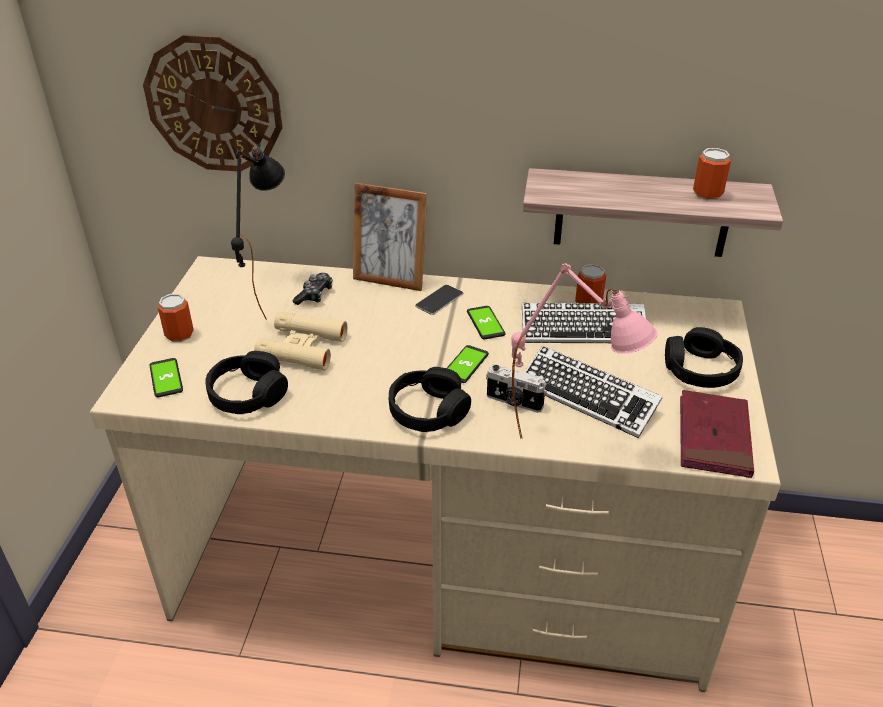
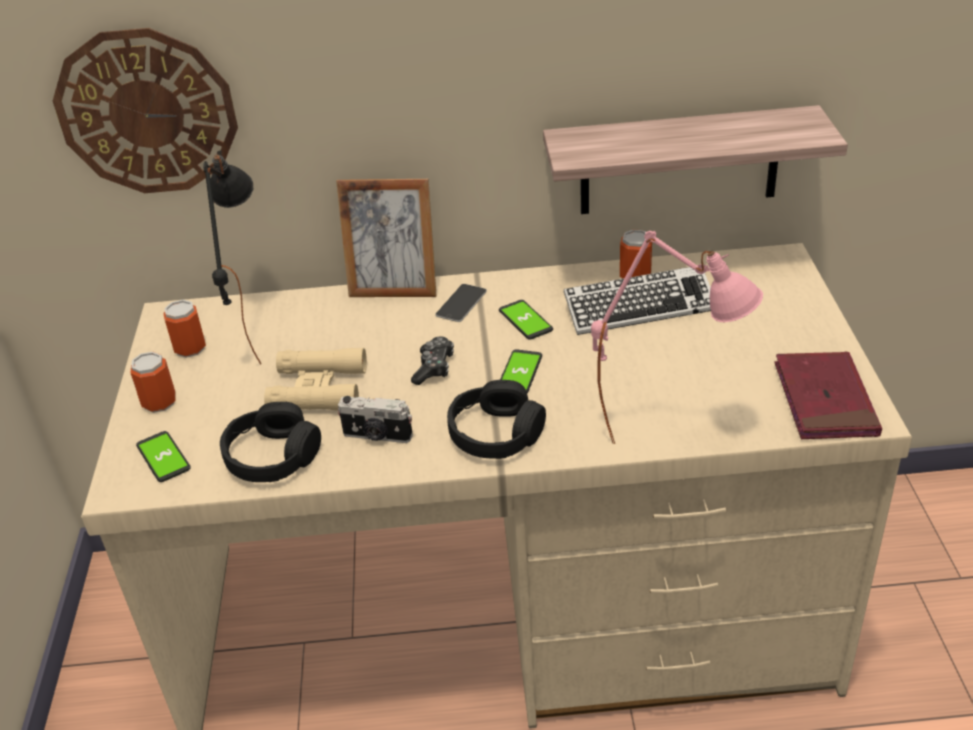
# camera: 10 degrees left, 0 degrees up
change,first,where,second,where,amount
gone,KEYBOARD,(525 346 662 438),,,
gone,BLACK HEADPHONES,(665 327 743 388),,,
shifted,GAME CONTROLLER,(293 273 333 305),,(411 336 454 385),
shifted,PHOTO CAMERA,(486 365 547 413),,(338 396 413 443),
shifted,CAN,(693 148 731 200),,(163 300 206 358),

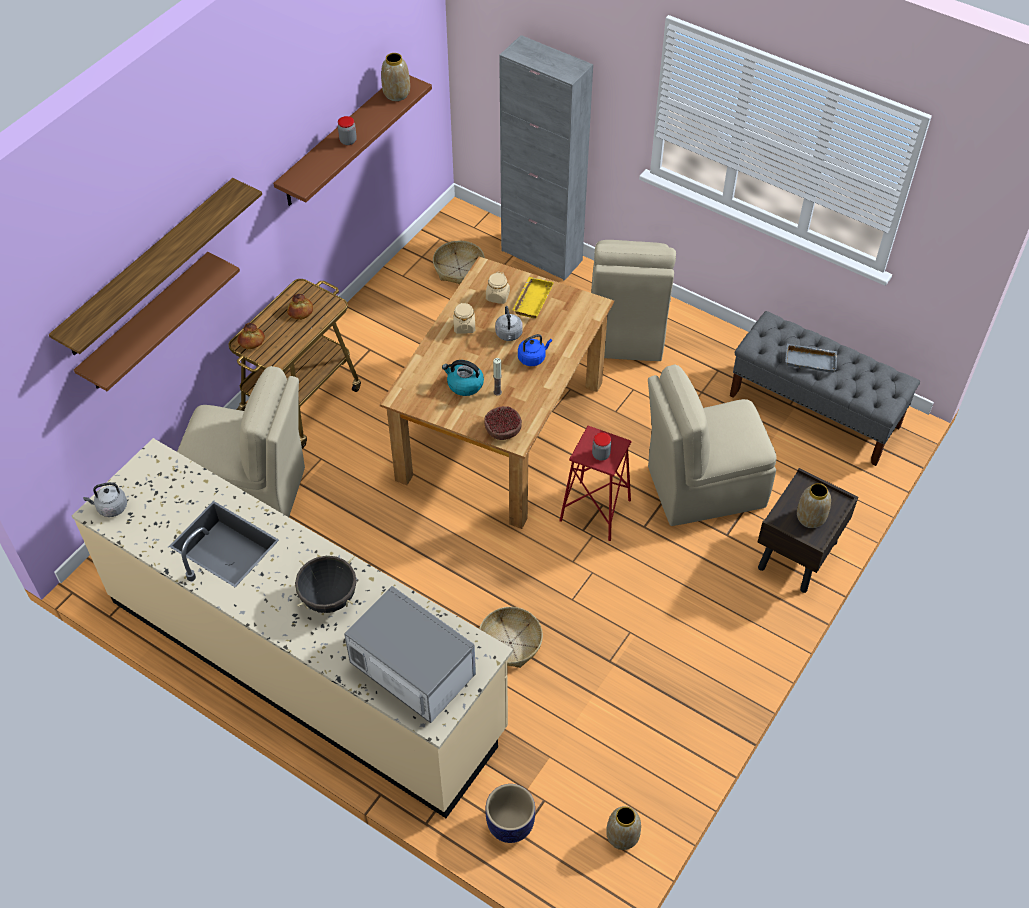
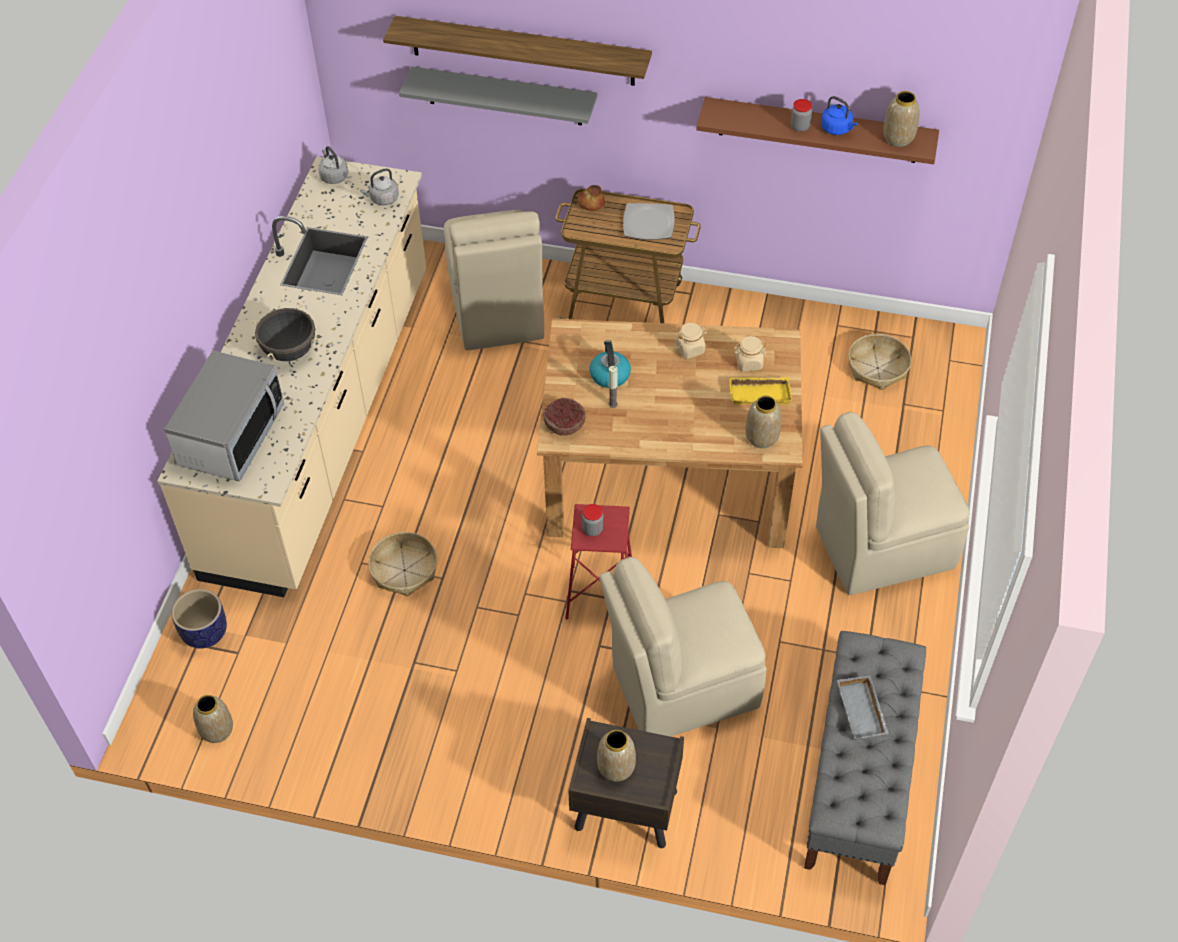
# camera: 70 degrees right, 0 degrees up
change,first,where,second,where,amount
gone,GREY CABINET,(499 35 593 281),,,
new,,,VASE,(745 395 782 448),
shifted,GREY KETTLE,(495 306 523 341),,(360 168 399 205),
shifted,BLUE KETTLE,(518 334 552 366),,(821 96 858 135),
swapped,BREAD,(287 294 313 320),PLATE,(623 203 675 240),
repainted,BROWN SHELF,(74 252 240 391),GREY SHELF,(399 66 598 126),
rotated,BEIGE CHAIR,(648 365 777 526),,(599 557 767 737),75 degrees counterclockwise

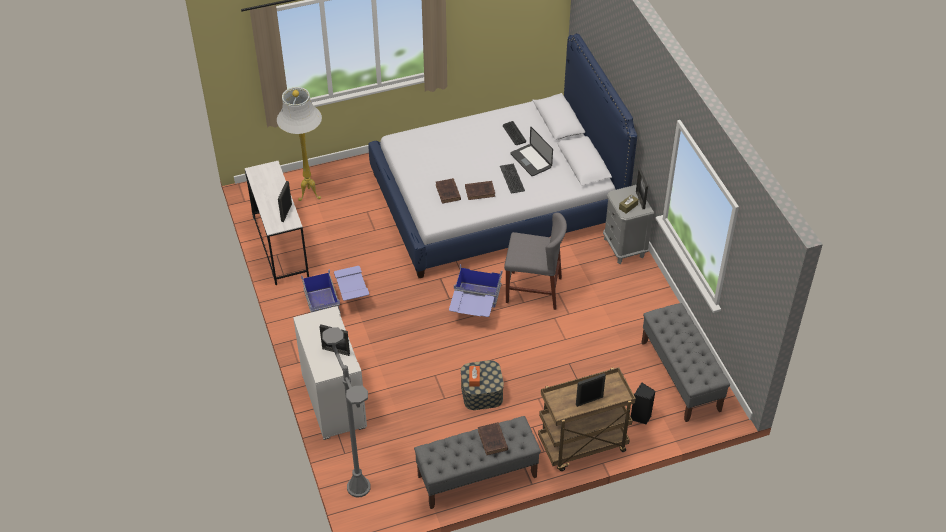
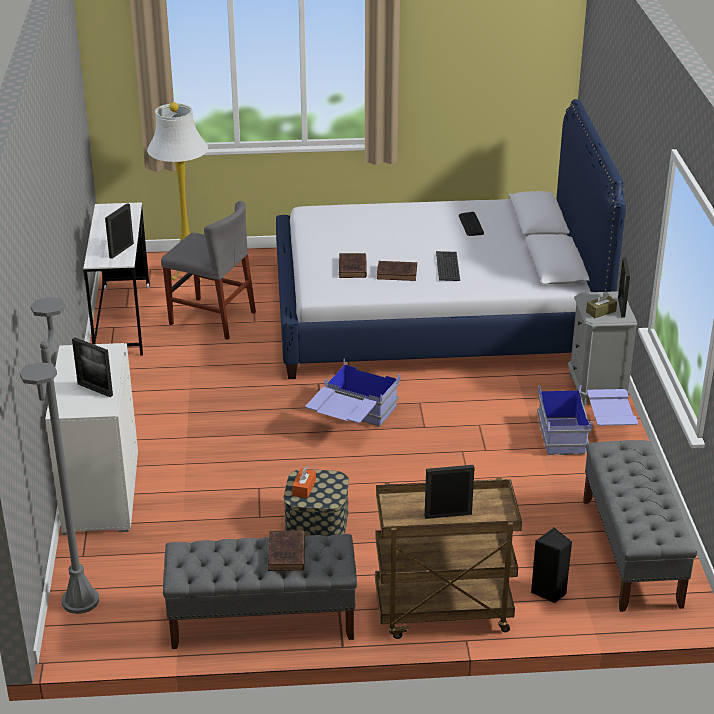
# camera: 15 degrees right, 15 degrees down
change,first,where,second,where,amount
gone,LAPTOP,(510 126 553 176),,,
shifted,BLUE STORAGE BOX,(301 266 369 313),,(537 385 638 455),
shifted,GREY CHAIR,(504 213 567 310),,(161 201 256 340),

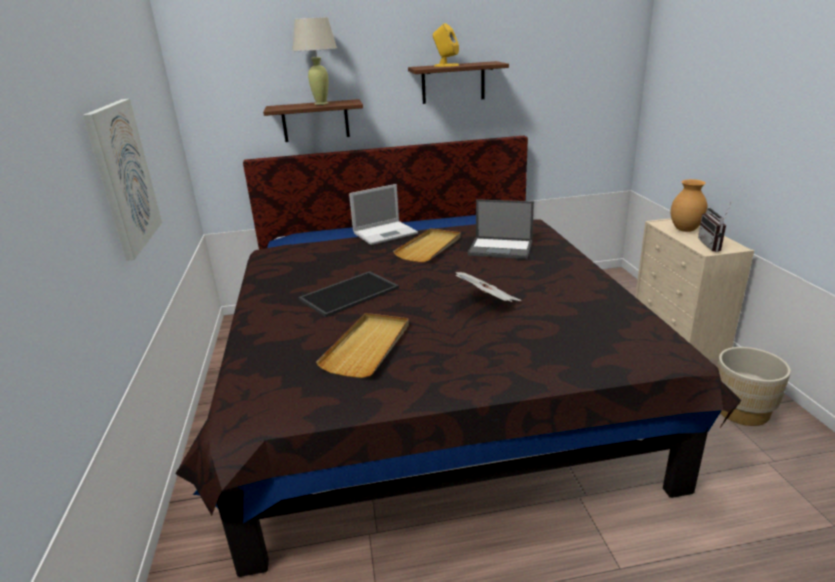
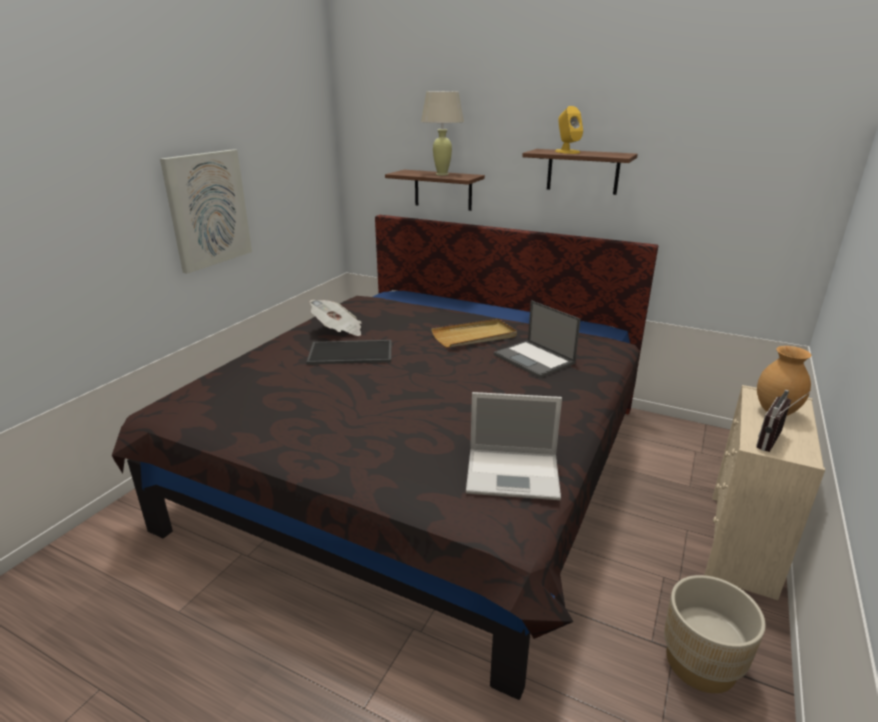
# camera: 35 degrees right, 0 degrees up
change,first,where,second,where,amount
gone,BEIGE TRAY,(316 313 409 378),,,
shifted,LAPTOP,(349 184 418 245),,(466 392 562 500),
shifted,NEWSPAPER,(455 272 522 302),,(310 300 362 336),

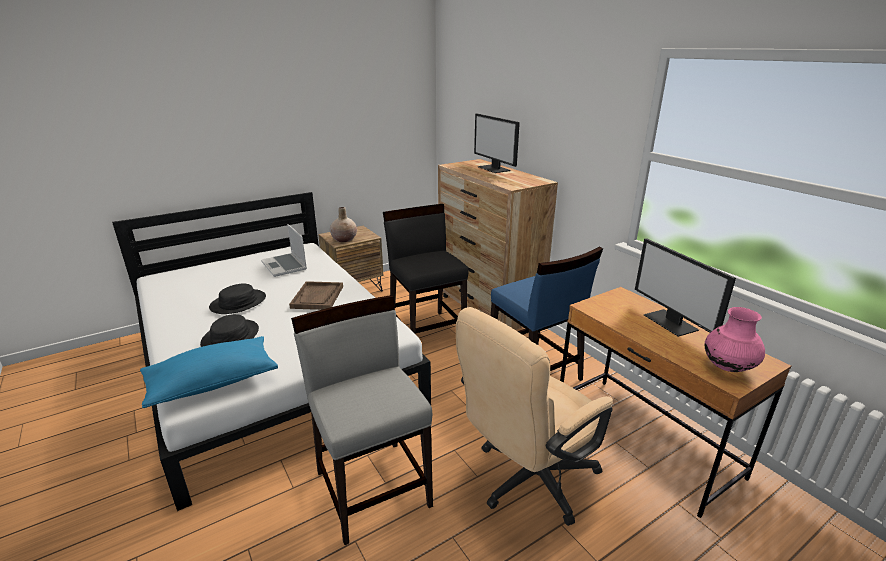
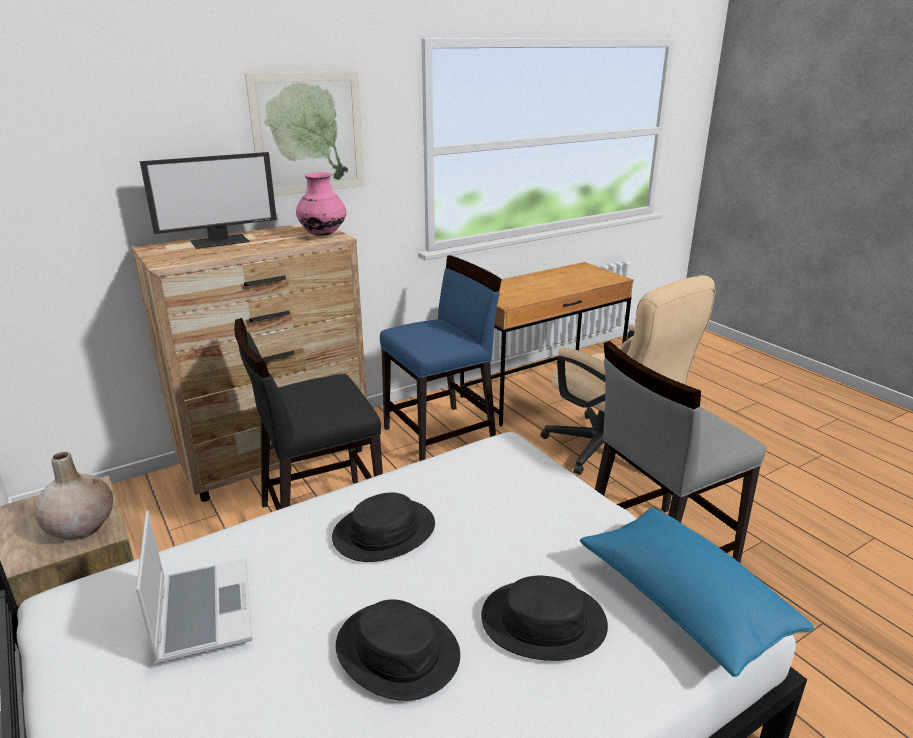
# camera: 90 degrees left, 0 degrees up
change,first,where,second,where,amount
gone,MONITOR,(635 238 736 337),,,
new,,,PICTURE,(245 71 365 196),
shifted,PINK VASE,(704 307 765 372),,(296 172 346 236),
swapped,BROWN TRAY,(289 281 343 310),BLACK HAT,(332 493 435 562),
rotated,LAPTOP,(261 224 307 277),,(136 511 252 664),75 degrees counterclockwise

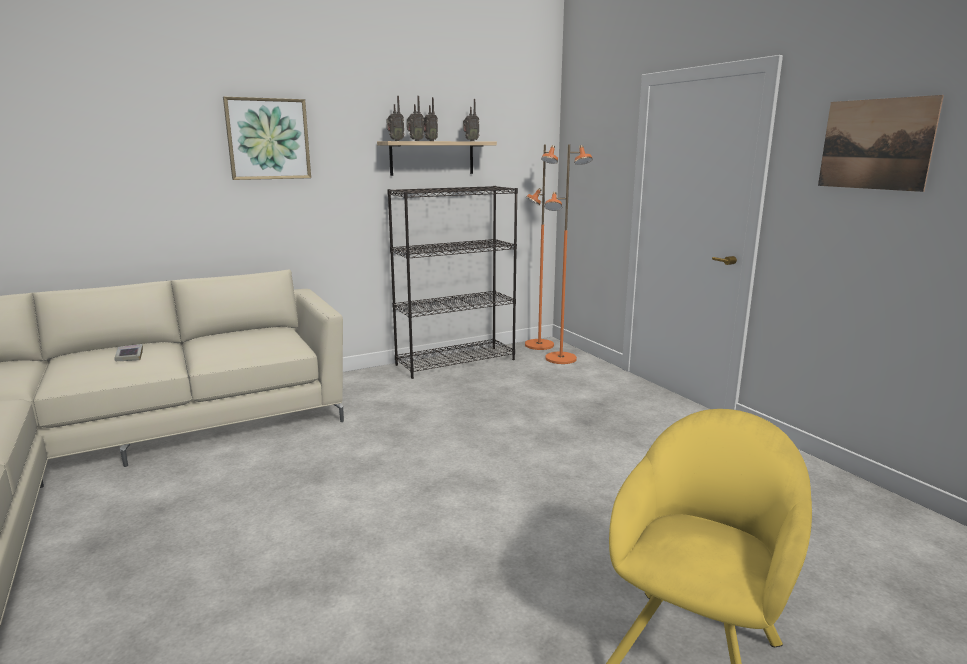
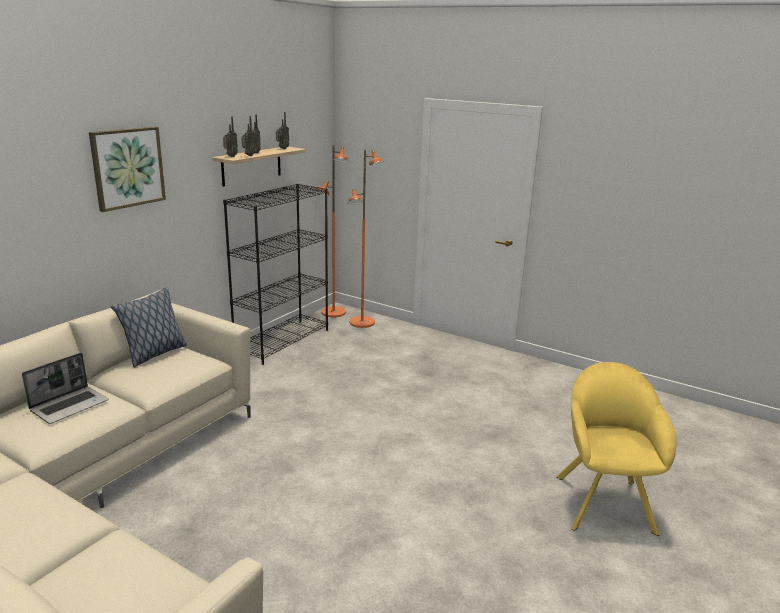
# camera: 30 degrees left, 5 degrees up
change,first,where,second,where,amount
gone,PICTURE,(818 95 944 192),,,
new,,,PILLOW,(111 287 187 368),
swapped,BOOK,(114 344 143 361),LAPTOP,(22 353 109 424),

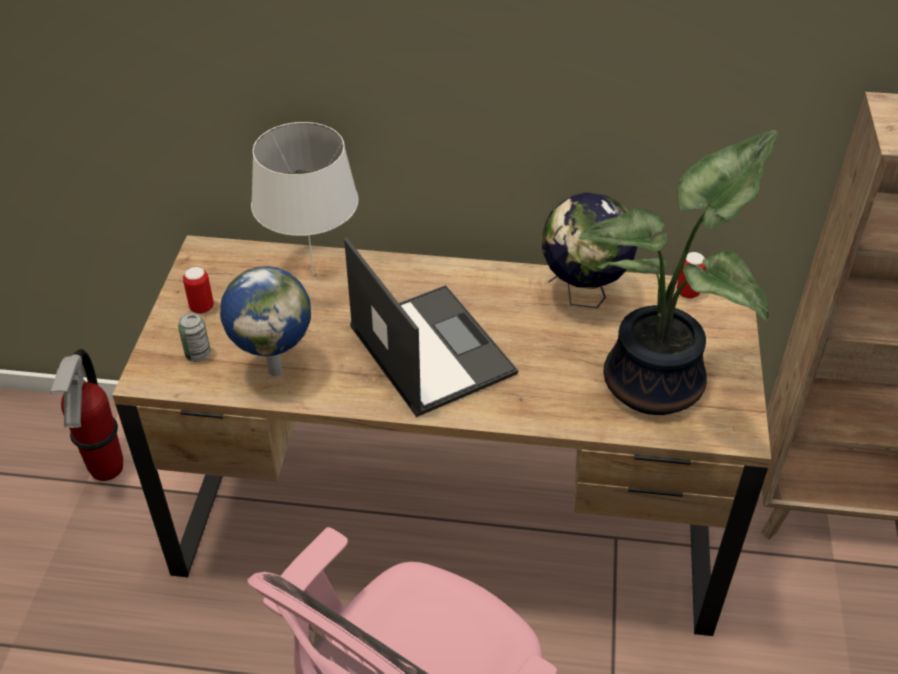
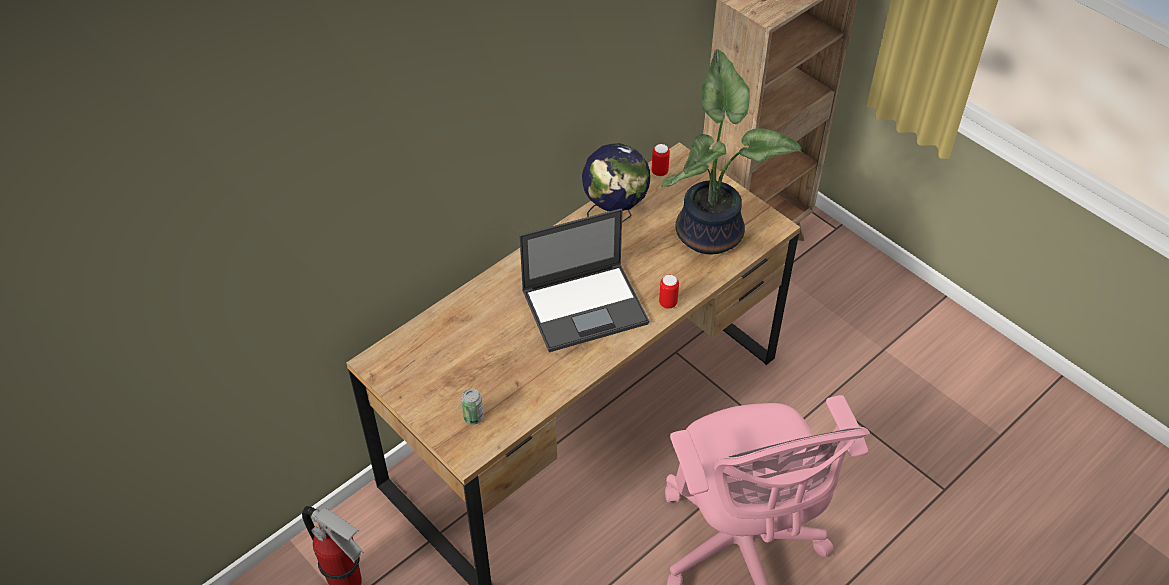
# camera: 50 degrees left, 5 degrees up
change,first,where,second,where,amount
gone,GLOBE,(220 266 311 376),,,
gone,WHITE TABLE LAMP,(251 122 359 275),,,
shifted,CAN,(183 267 214 314),,(659 275 679 309),
rotated,LAPTOP,(344 237 518 417),,(519 208 649 352),150 degrees clockwise

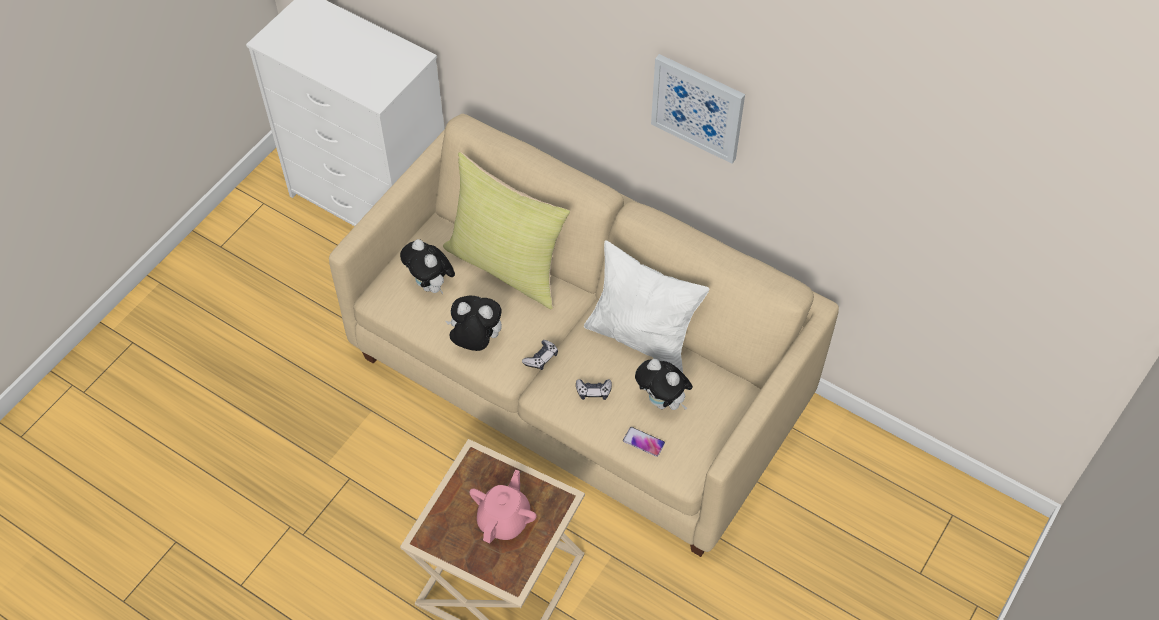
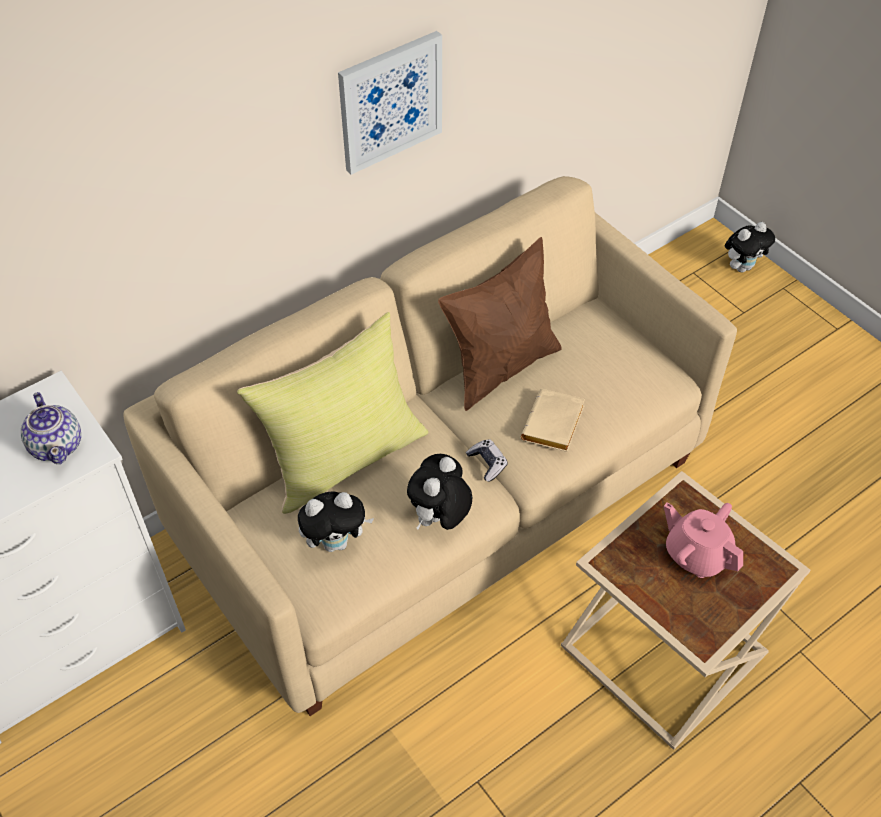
# camera: 70 degrees left, 5 degrees down
change,first,where,second,where,amount
gone,PHONE,(623 427 665 457),,,
new,,,TEAPOT,(21 392 81 464),
shifted,PLUSH TOY,(635 359 693 410),,(725 222 775 273),
swapped,GAME CONTROLLER,(576 379 612 400),BEIGE BOOK,(521 389 585 452),
repainted,WHITE PILLOW,(584 240 709 373),BROWN PILLOW,(438 237 562 411),

